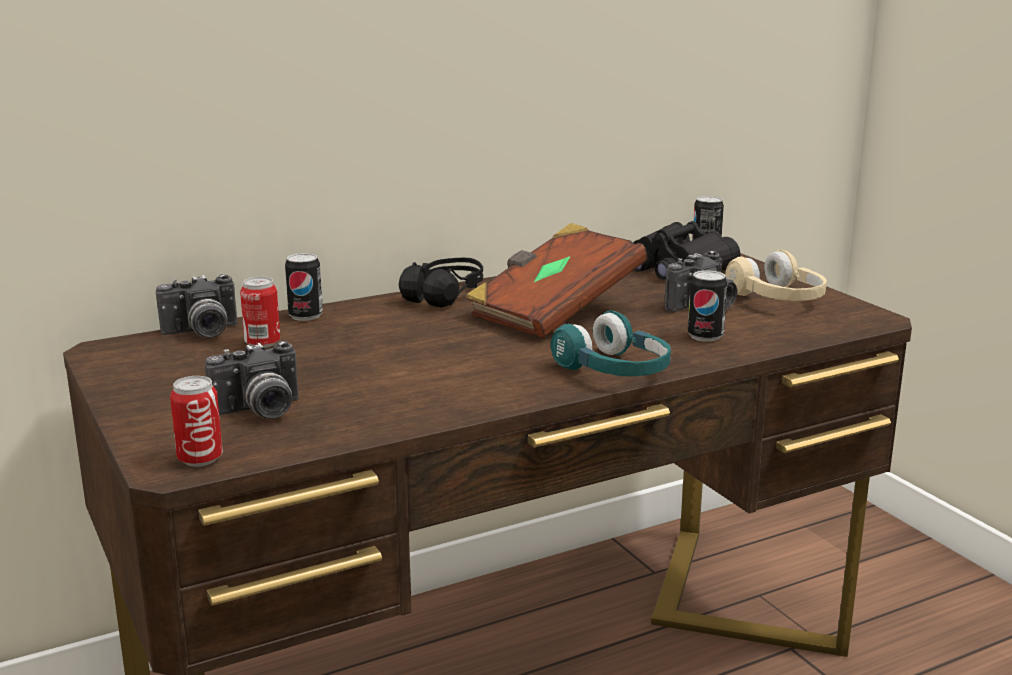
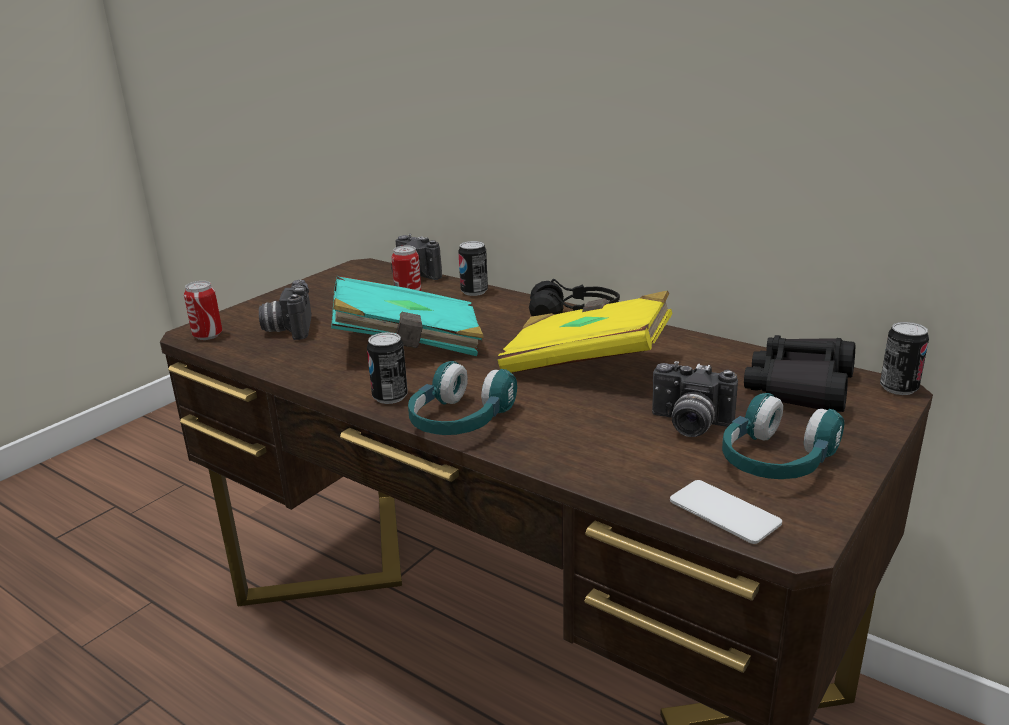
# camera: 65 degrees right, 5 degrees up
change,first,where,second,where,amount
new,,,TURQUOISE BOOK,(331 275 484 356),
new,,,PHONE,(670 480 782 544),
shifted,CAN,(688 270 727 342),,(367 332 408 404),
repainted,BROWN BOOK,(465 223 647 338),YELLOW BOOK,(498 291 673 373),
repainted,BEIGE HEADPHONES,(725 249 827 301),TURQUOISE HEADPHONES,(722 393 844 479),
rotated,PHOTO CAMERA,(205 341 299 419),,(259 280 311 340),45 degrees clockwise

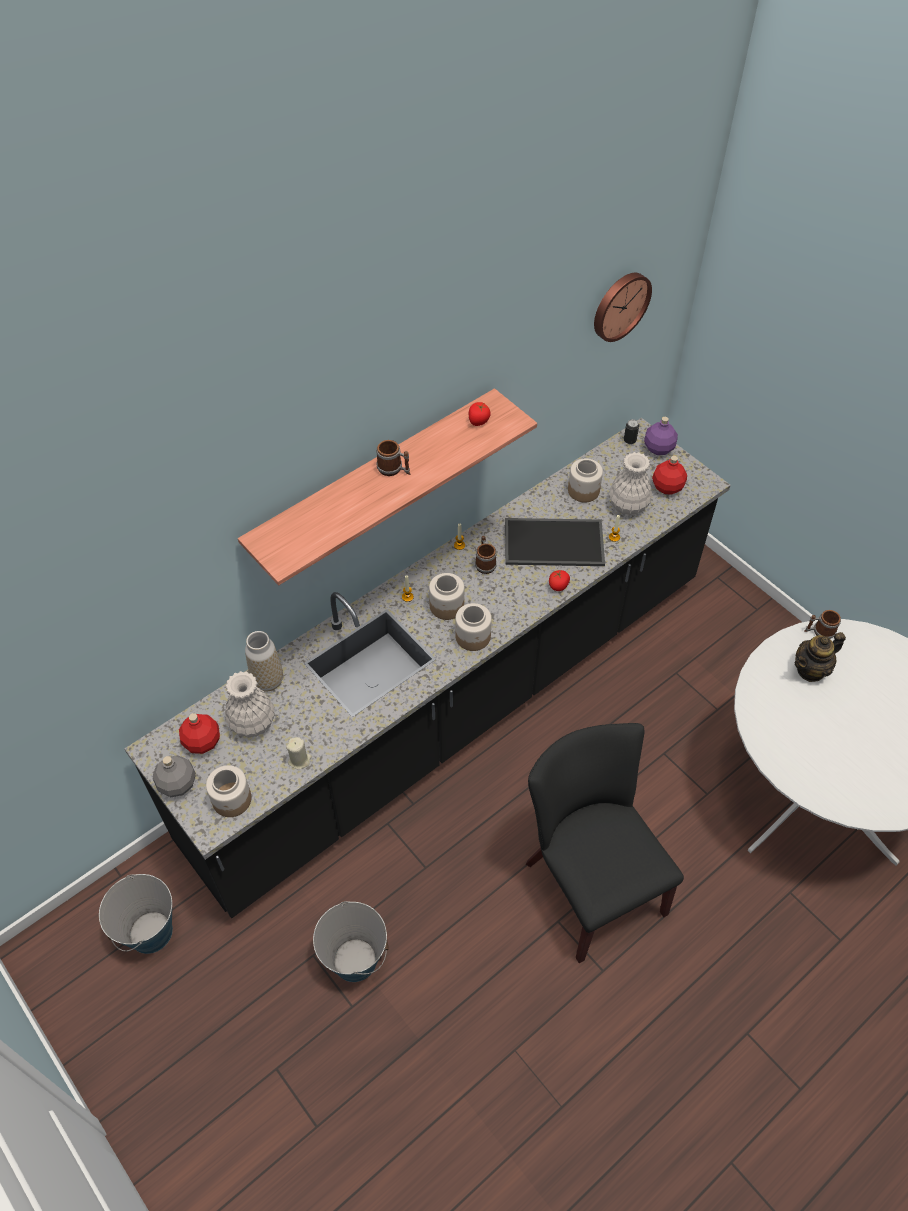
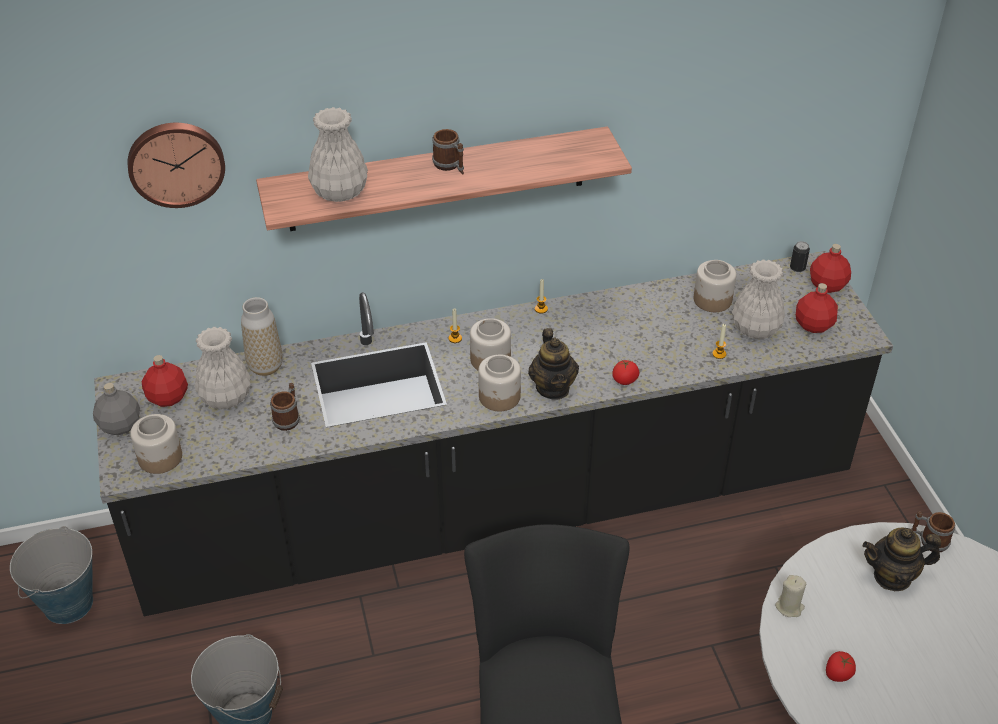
# camera: 25 degrees right, 10 degrees down
change,first,where,second,where,amount
gone,TRAY,(505 518 605 566),,,
new,,,WHITE VASE,(308 107 368 202),
new,,,TEAPOT,(528 328 579 400),
shifted,BEIGE CANDLE,(286 737 311 770),,(775 575 806 617),
shifted,TOMATO,(469 402 491 426),,(826 651 856 682),
shifted,MUG,(475 536 497 574),,(270 383 300 431),
shifted,WALL CLOCK,(594 272 652 342),,(128 123 225 208),
repainted,PURPLE BOTTLE,(644 417 678 455),RED BOTTLE,(810 244 851 293),

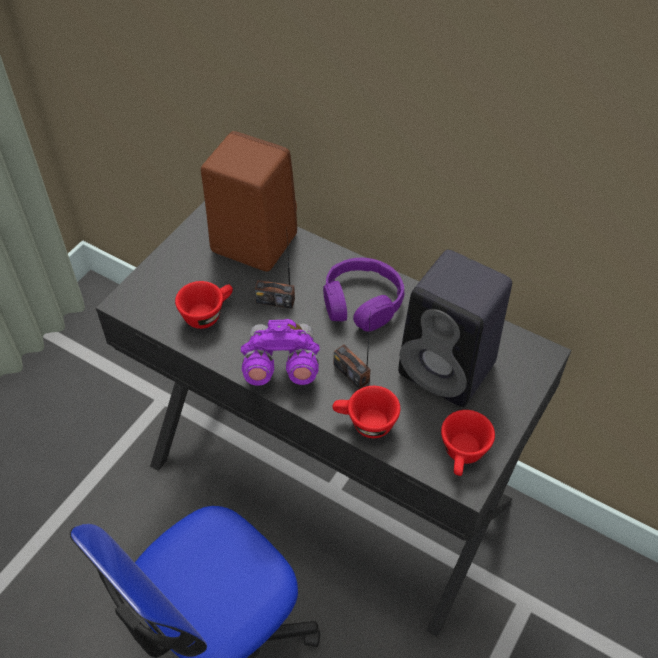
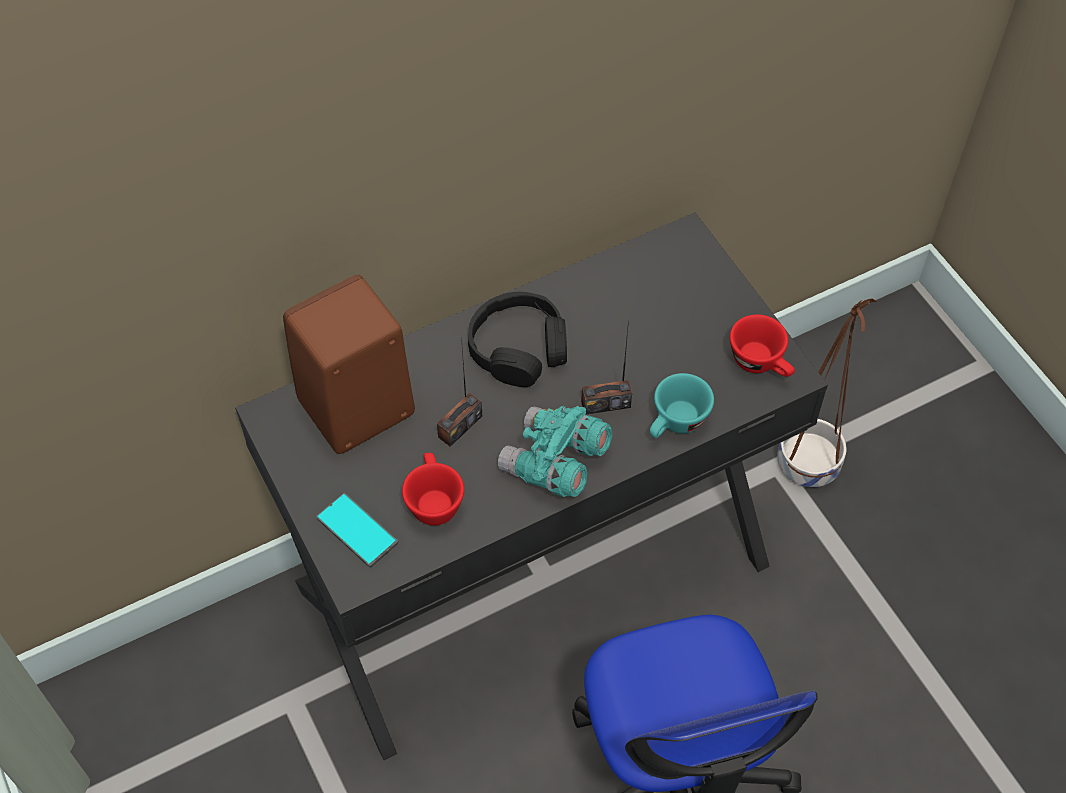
# camera: 60 degrees left, 5 degrees up
change,first,where,second,where,amount
gone,BLACK SPEAKER,(398 250 512 407),,,
new,,,PHONE,(316 493 398 568),
new,,,BROWN PLANTER,(777 299 878 487),
repainted,PURPLE BINOCULARS,(241 319 320 386),TURQUOISE BINOCULARS,(498 406 613 497),
repainted,PURPLE HEADPHONES,(323 258 404 332),BLACK HEADPHONES,(468 292 567 387),
repainted,RED CUP,(332 386 400 438),TURQUOISE CUP,(649 373 714 438),

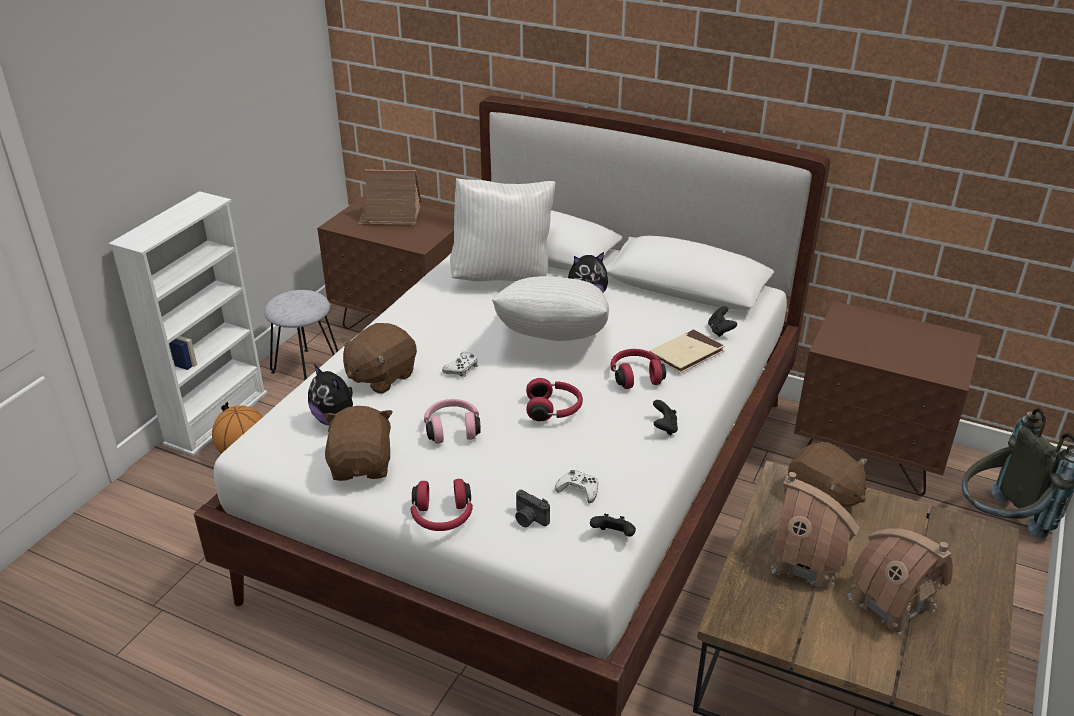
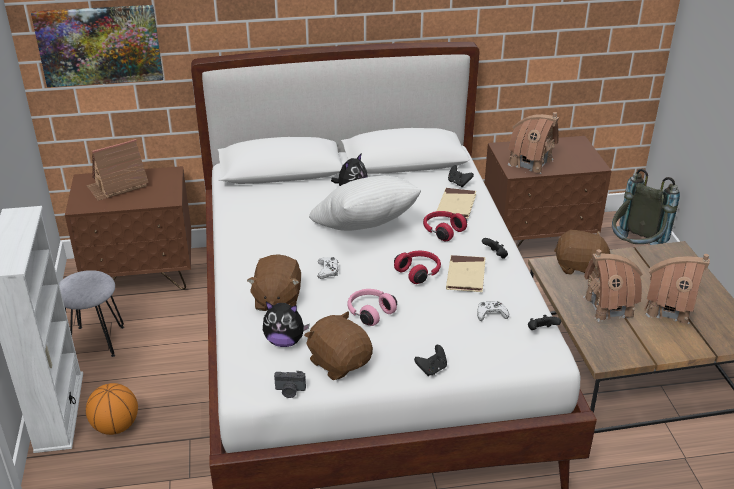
# camera: 35 degrees left, 0 degrees up
change,first,where,second,where,amount
gone,WHITE PILLOW,(450 178 555 281),,,
new,,,PICTURE,(31 5 163 87),
new,,,BEIGE BOOK,(446 255 485 292),
new,,,TOY HOUSE,(508 112 559 174),
shifted,PHOTO CAMERA,(515 490 550 527),,(274 371 306 398),
swapped,RED HEADPHONES,(411 479 473 531),BLACK GAME CONTROLLER,(414 345 447 376),

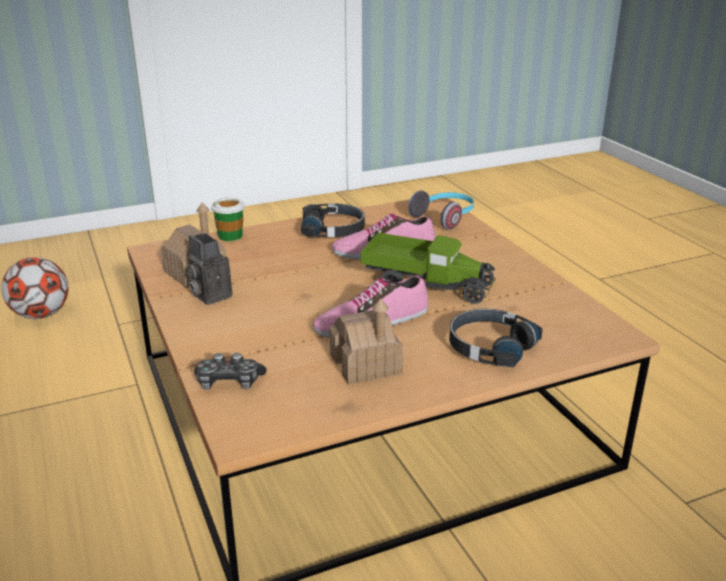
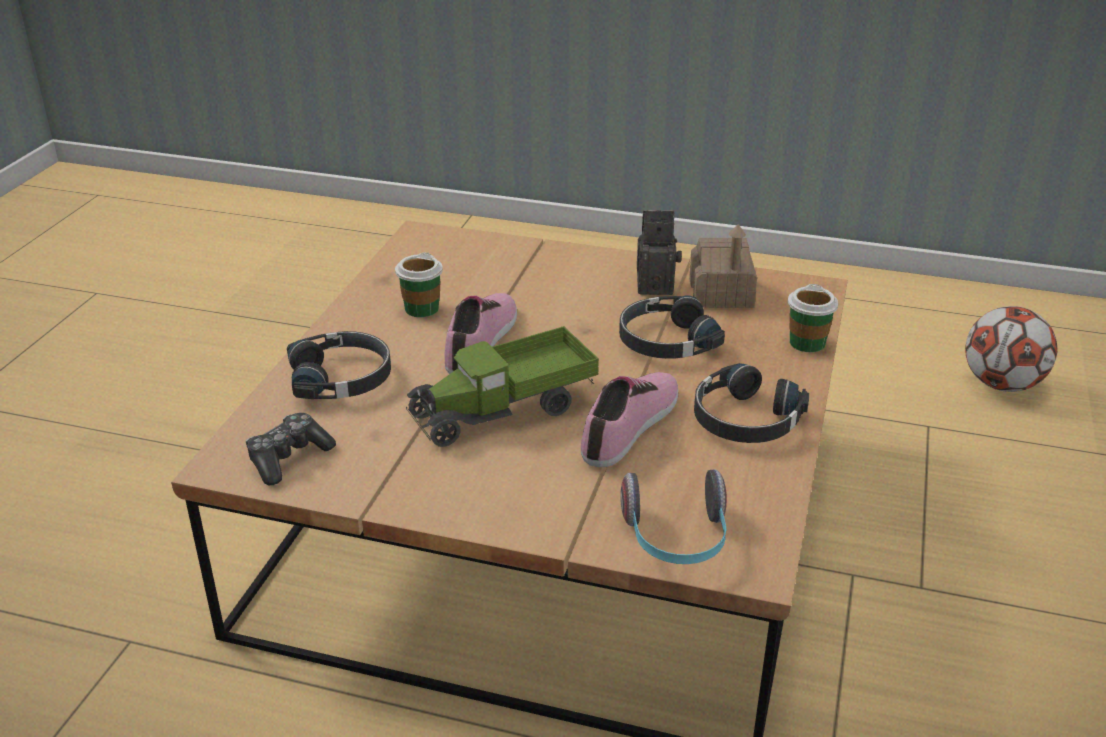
# camera: 130 degrees right, 5 degrees up
change,first,where,second,where,amount
new,,,BLACK HEADPHONES,(619 295 725 359),
shifted,GAME CONTROLLER,(194 353 267 390),,(246 413 336 485),
swapped,TOY HOUSE,(329 298 403 385),CUP,(395 252 443 317),

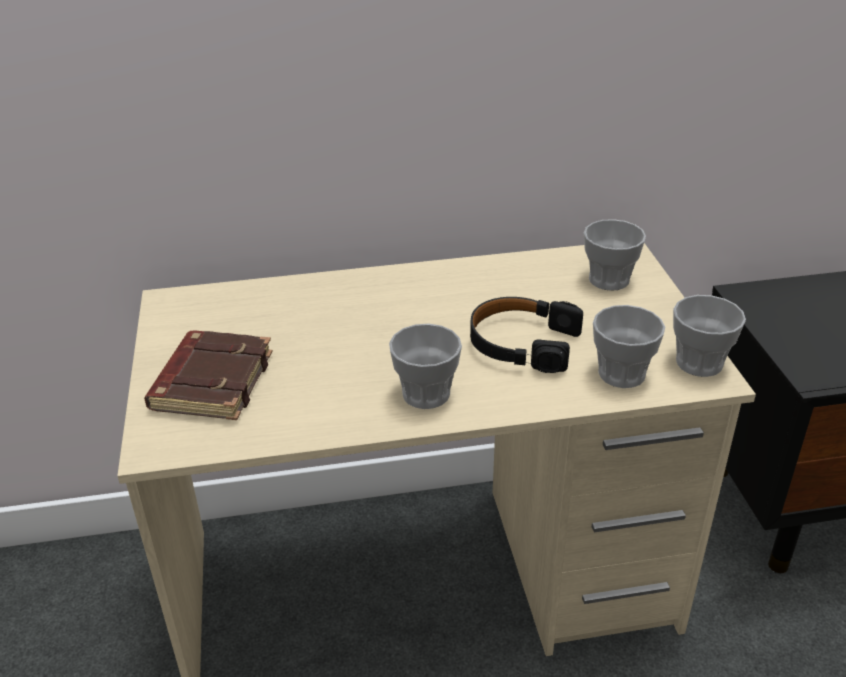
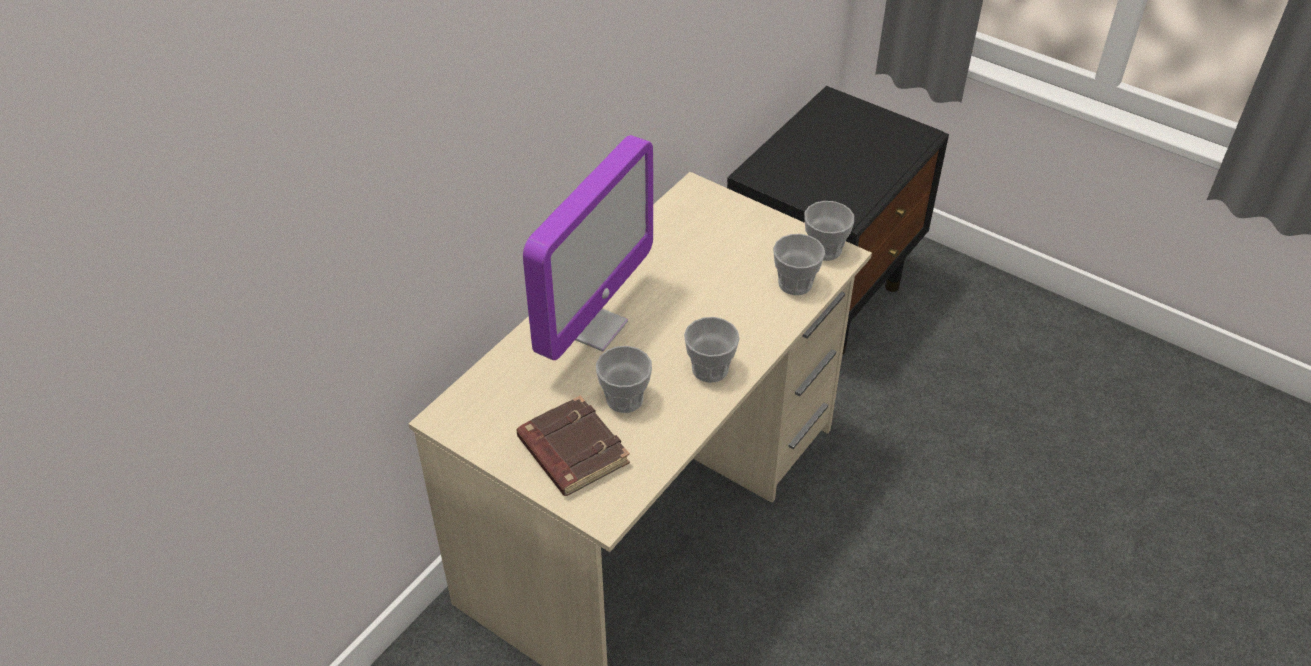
# camera: 45 degrees left, 10 degrees up
change,first,where,second,where,amount
gone,BLACK HEADPHONES,(470 297 583 373),,,
new,,,MONITOR,(523 135 653 360),
shifted,CUP,(584 219 646 290),,(596 346 652 413),

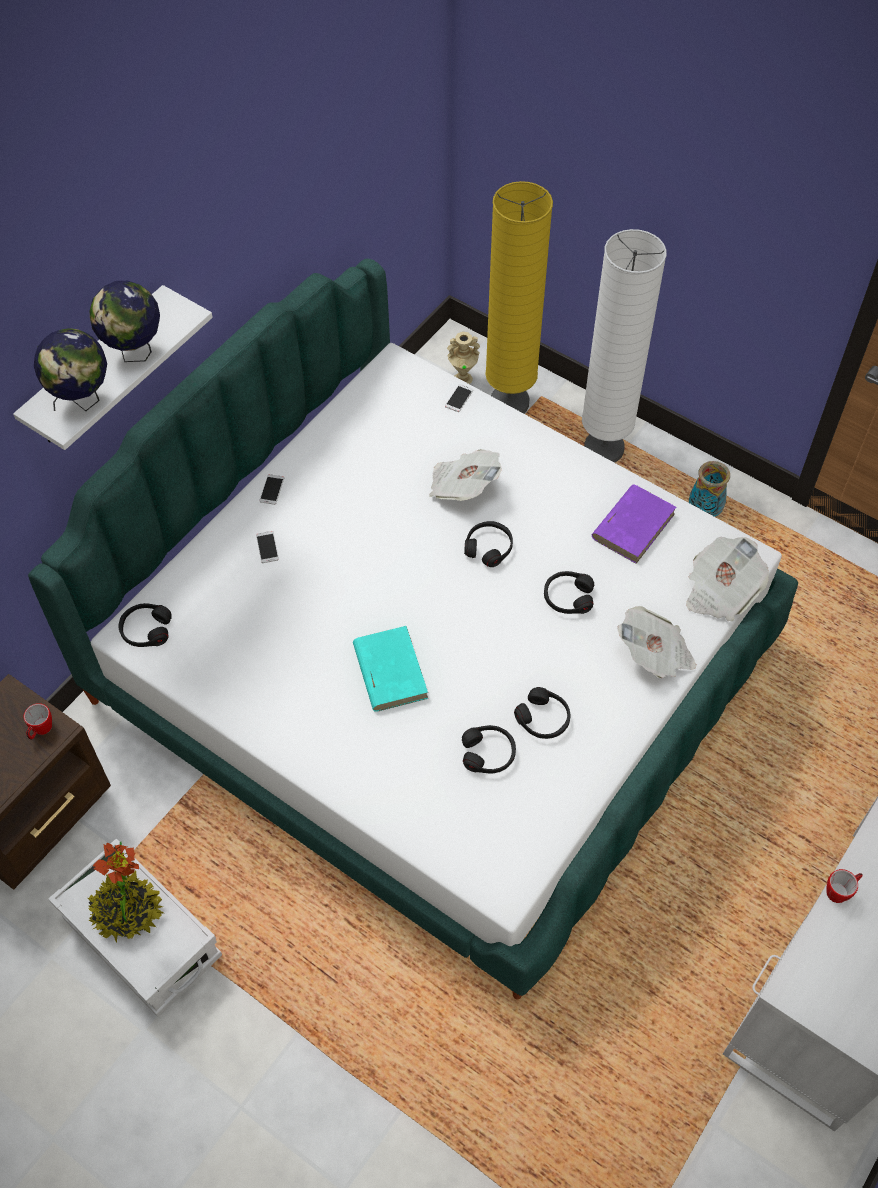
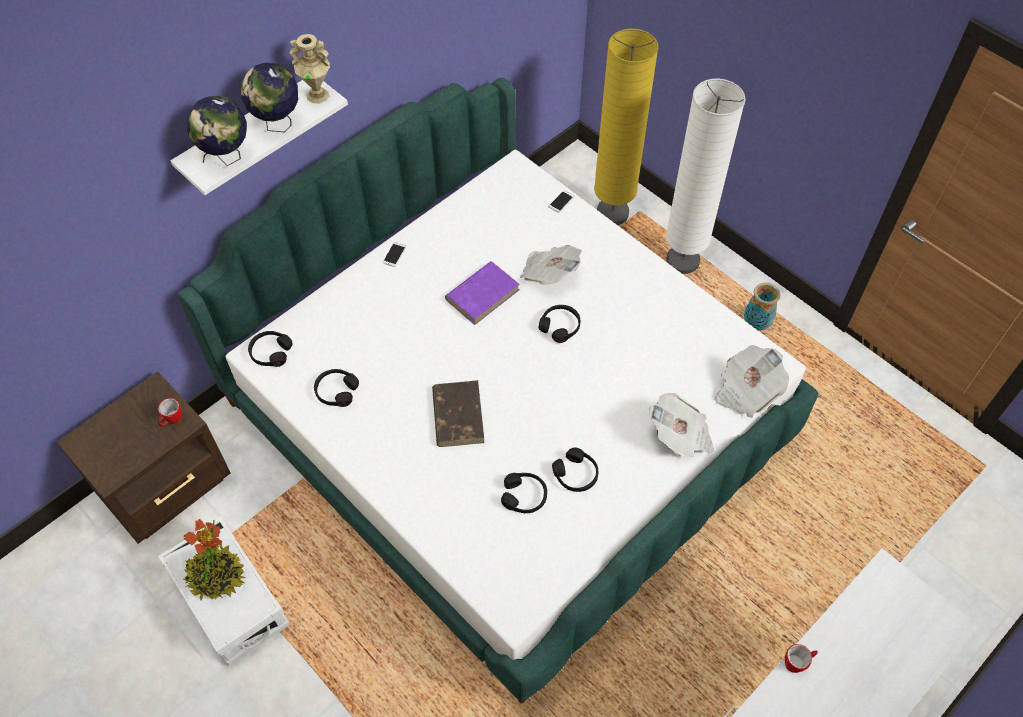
# camera: 10 degrees right, 0 degrees up
change,first,where,second,where,amount
gone,PHONE,(256 531 279 563),,,
shifted,BEIGE VASE,(447 332 480 384),,(289 34 330 103),
shifted,BLACK HEADPHONES,(544 571 594 614),,(314 369 359 407),
shifted,PURPLE BOOK,(592 485 677 564),,(445 261 520 325),
repainted,TURQUOISE BOOK,(353 626 428 712),BROWN BOOK,(432 380 484 447),

